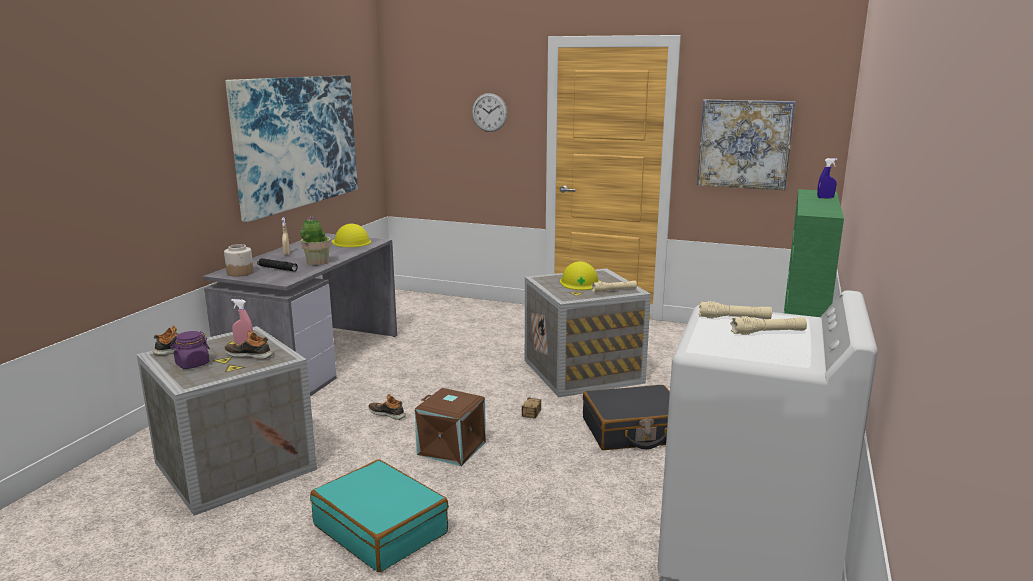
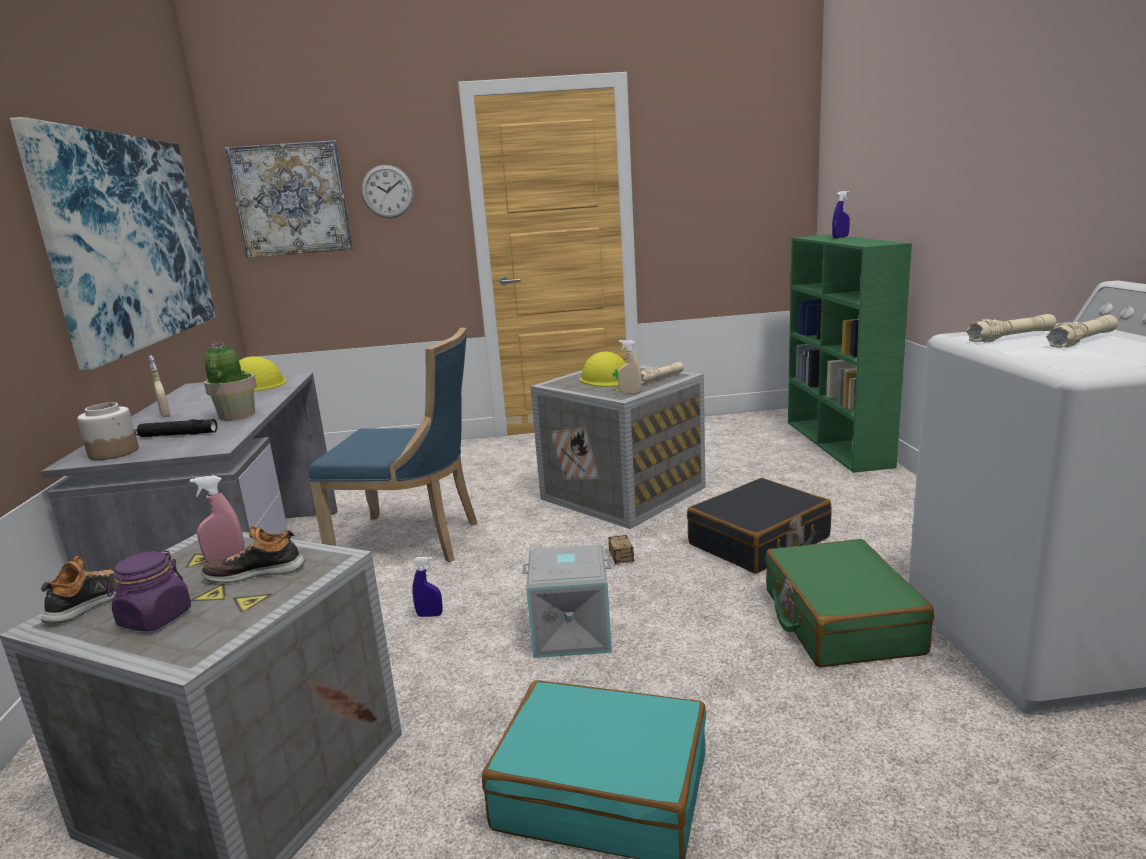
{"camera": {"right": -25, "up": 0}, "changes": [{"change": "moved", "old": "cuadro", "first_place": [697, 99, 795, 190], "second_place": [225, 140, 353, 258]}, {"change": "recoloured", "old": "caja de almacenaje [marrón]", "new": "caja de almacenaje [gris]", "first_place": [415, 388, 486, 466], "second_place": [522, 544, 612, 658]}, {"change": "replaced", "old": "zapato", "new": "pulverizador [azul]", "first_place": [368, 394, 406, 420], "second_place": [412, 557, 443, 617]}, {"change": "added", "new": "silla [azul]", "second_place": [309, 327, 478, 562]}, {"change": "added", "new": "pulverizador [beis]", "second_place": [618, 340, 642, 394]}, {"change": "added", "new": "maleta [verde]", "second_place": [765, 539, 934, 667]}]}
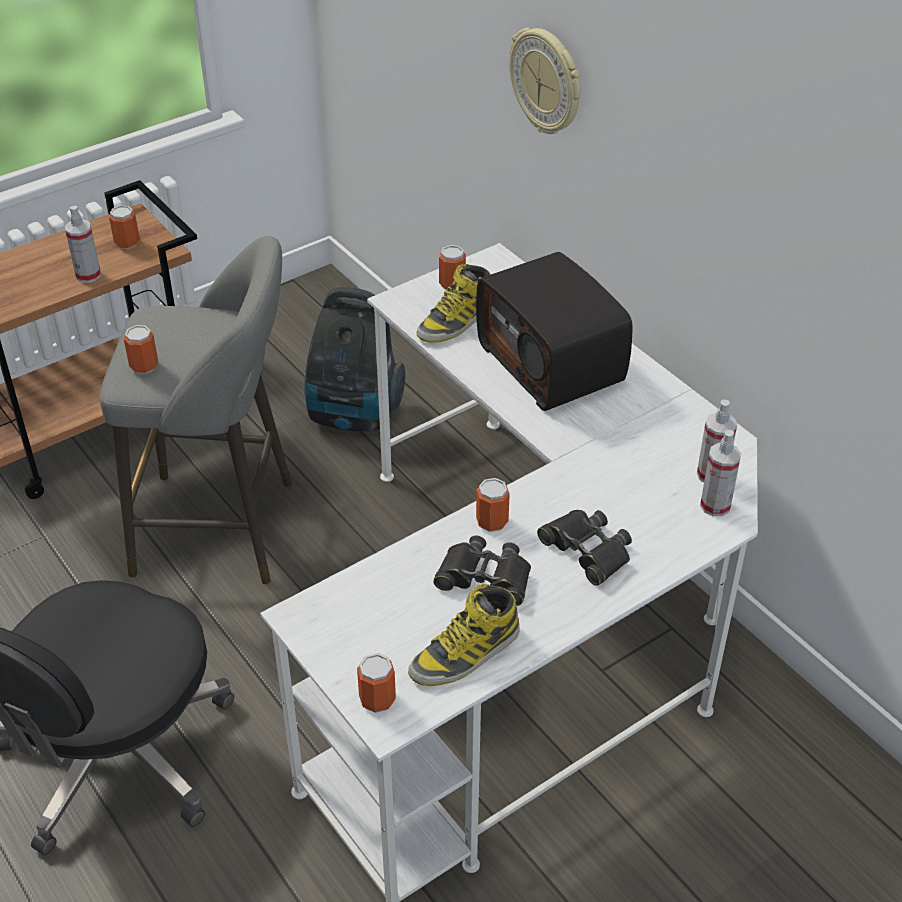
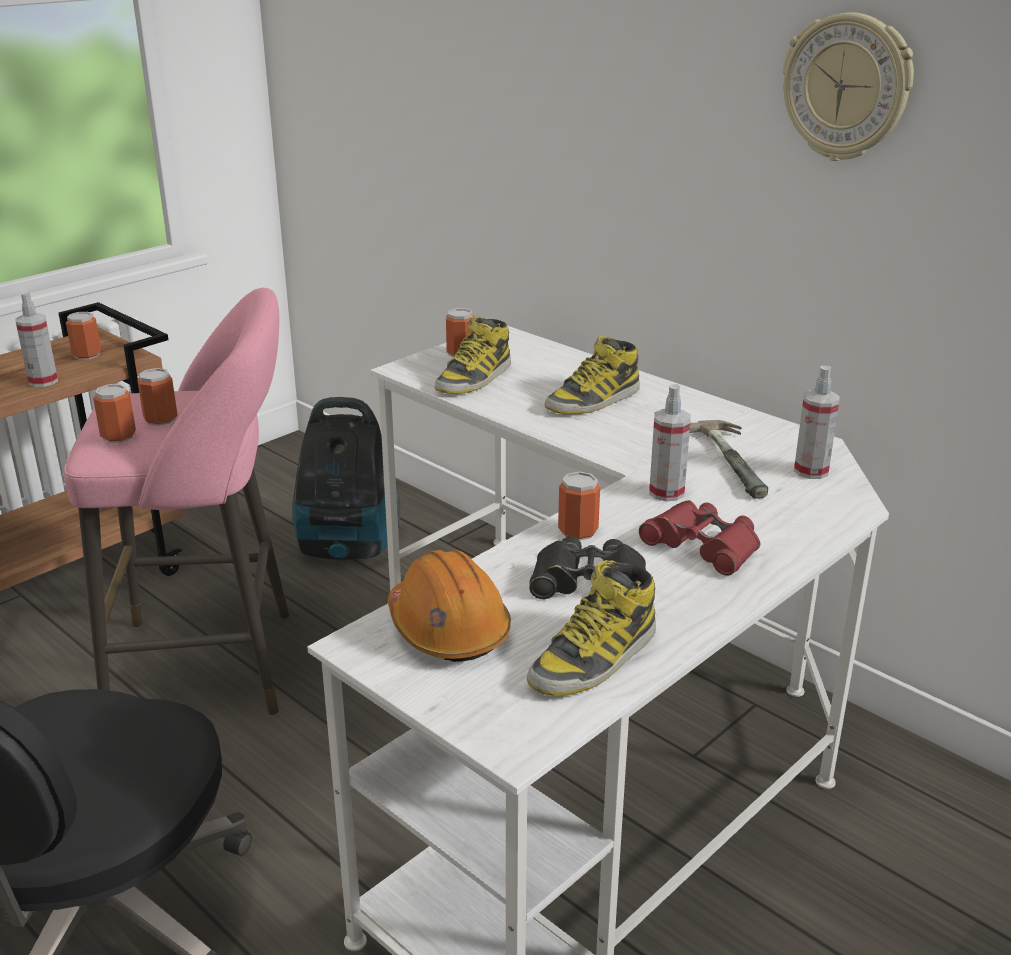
{"camera": {"right": -10, "up": -15}, "changes": [{"change": "moved", "old": "reloj de pared", "first_place": [509, 28, 580, 134], "second_place": [783, 12, 914, 161]}, {"change": "recoloured", "old": "taburete [gris]", "new": "taburete [rosa]", "first_place": [100, 236, 292, 584], "second_place": [64, 288, 289, 715]}, {"change": "replaced", "old": "radio", "new": "bota", "first_place": [476, 252, 632, 411], "second_place": [545, 336, 640, 414]}, {"change": "moved", "old": "pulverizador", "first_place": [700, 430, 741, 516], "second_place": [649, 384, 691, 502]}, {"change": "recoloured", "old": "prismáticos [negro]", "new": "prismáticos [rojo]", "first_place": [537, 510, 632, 586], "second_place": [639, 500, 760, 576]}, {"change": "moved", "old": "lata", "first_place": [357, 653, 396, 713], "second_place": [137, 368, 178, 426]}, {"change": "added", "new": "martillo", "second_place": [690, 420, 768, 499]}, {"change": "added", "new": "casco [naranja]", "second_place": [388, 550, 511, 662]}]}
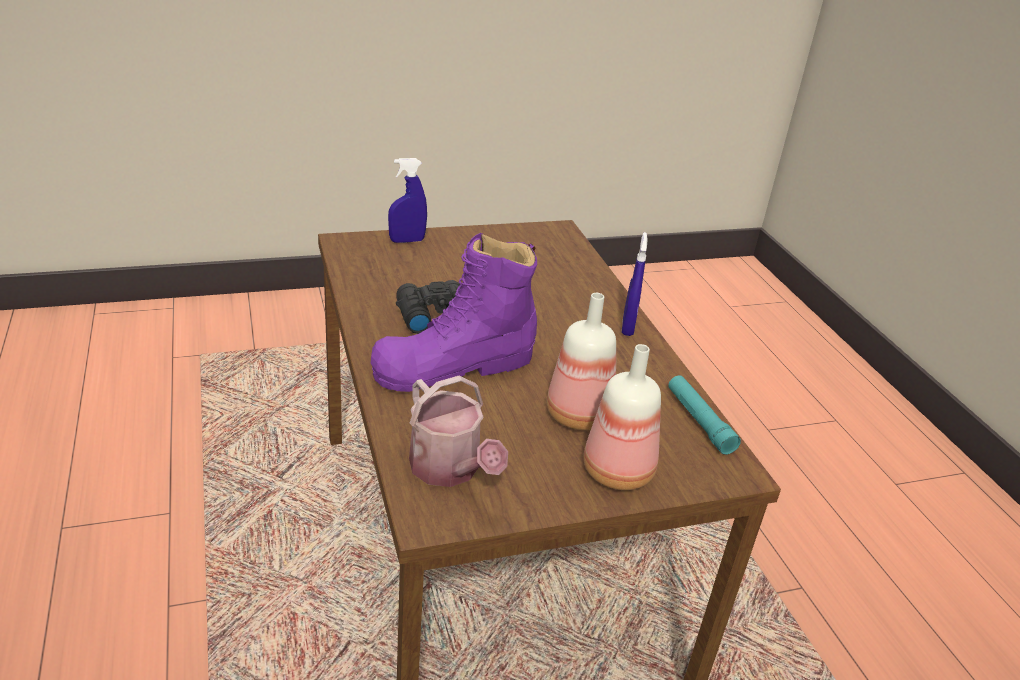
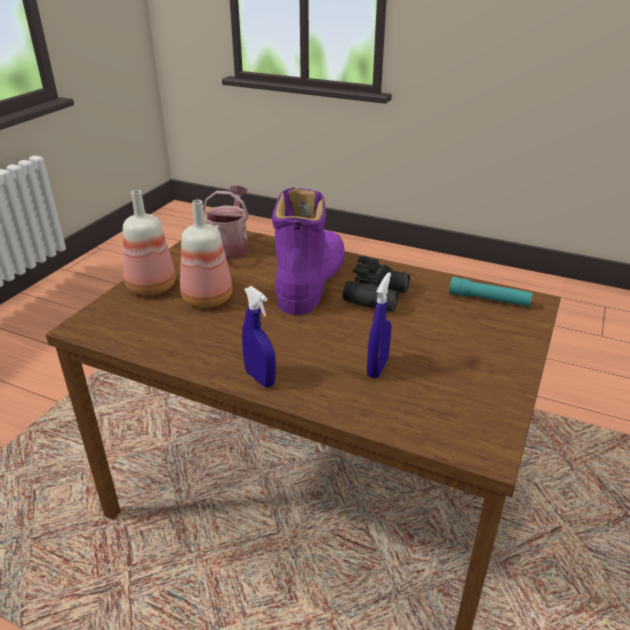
{"camera": {"right": 135, "up": 0}, "changes": [{"change": "moved", "old": "pulverizador [azul]", "first_place": [388, 158, 427, 243], "second_place": [367, 272, 391, 378]}, {"change": "moved", "old": "linterna [turquesa]", "first_place": [668, 375, 741, 455], "second_place": [449, 277, 533, 307]}, {"change": "turned", "old": "regadera", "first_place": [409, 376, 508, 487], "second_place": [203, 185, 249, 260], "degrees": 90}]}
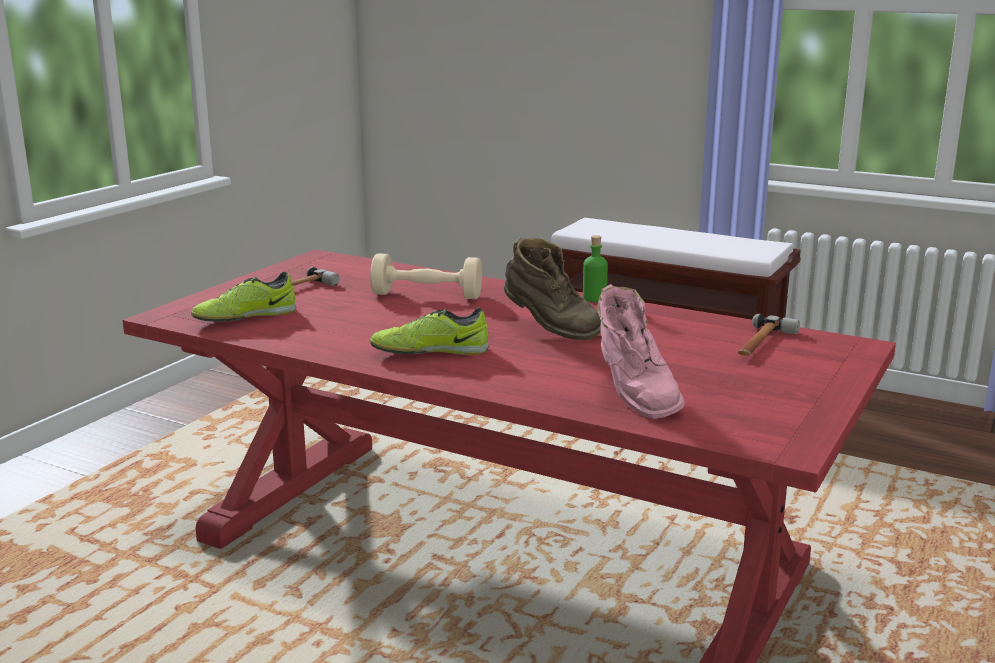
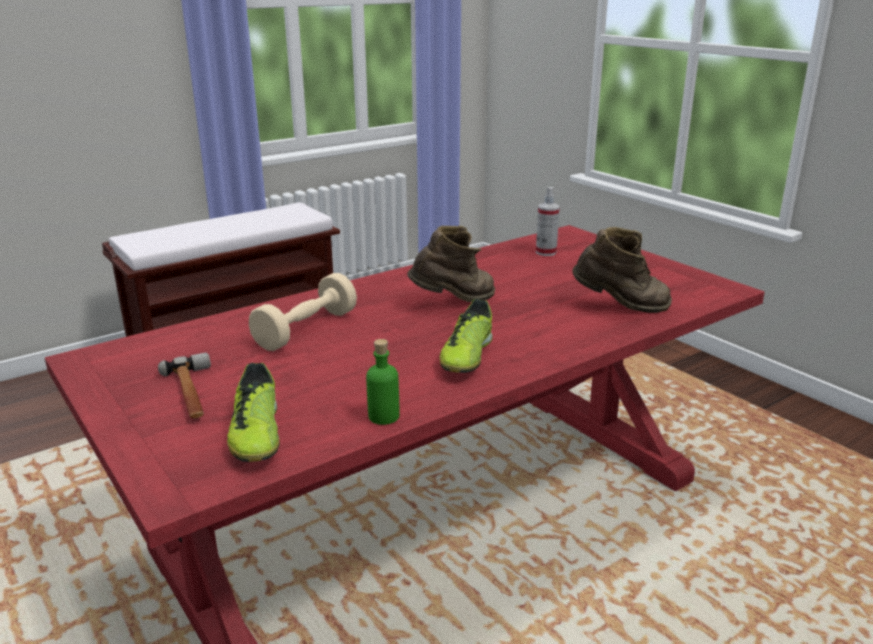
{"camera": {"right": -65, "up": 5}, "changes": [{"change": "moved", "old": "botella [verde]", "first_place": [583, 235, 608, 302], "second_place": [366, 339, 400, 425]}, {"change": "recoloured", "old": "bota [rosa]", "new": "bota [marrón]", "first_place": [597, 284, 685, 419], "second_place": [573, 227, 672, 313]}, {"change": "replaced", "old": "martillo", "new": "pulverizador", "first_place": [738, 314, 800, 356], "second_place": [536, 187, 560, 256]}]}
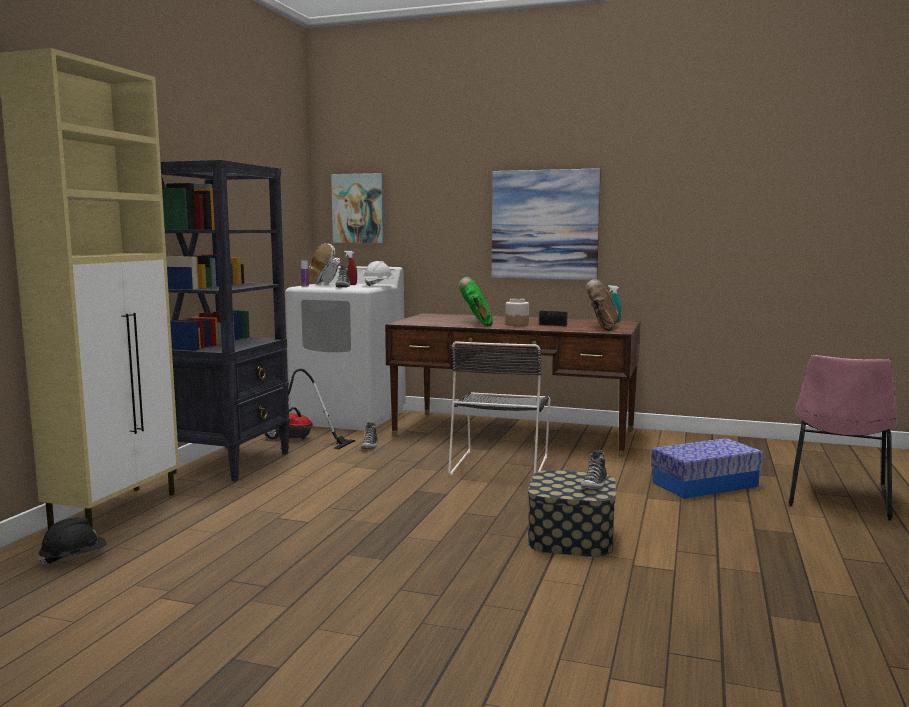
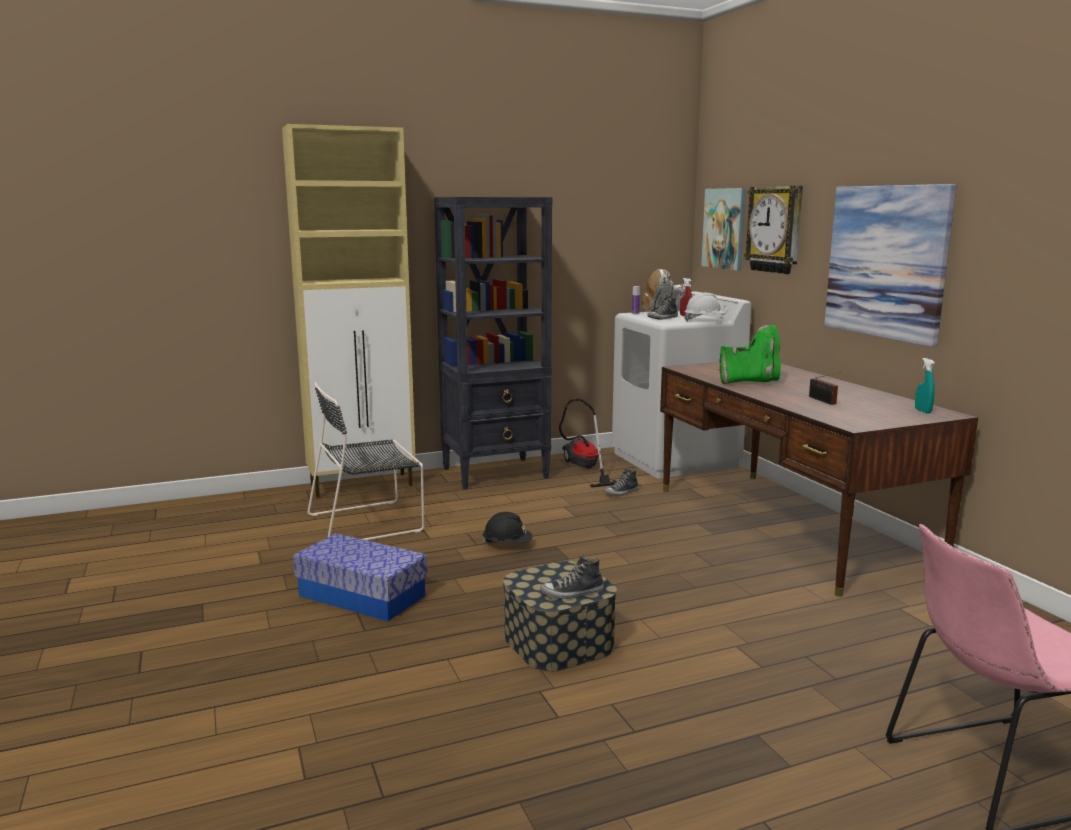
{"camera": {"right": 50, "up": 5}, "changes": [{"change": "turned", "old": "bota [verde]", "first_place": [459, 277, 493, 327], "second_place": [720, 325, 781, 384], "degrees": 45}, {"change": "removed", "old": "bota [marrón]", "first_place": [586, 279, 619, 331]}, {"change": "removed", "old": "tarro", "first_place": [505, 298, 529, 326]}, {"change": "moved", "old": "silla [negro]", "first_place": [448, 341, 550, 476], "second_place": [308, 382, 424, 540]}, {"change": "moved", "old": "caja de almacenaje", "first_place": [651, 438, 764, 499], "second_place": [293, 533, 428, 621]}, {"change": "moved", "old": "casco [negro]", "first_place": [38, 518, 107, 566], "second_place": [482, 512, 533, 544]}, {"change": "added", "new": "reloj de pared", "second_place": [744, 186, 803, 274]}]}
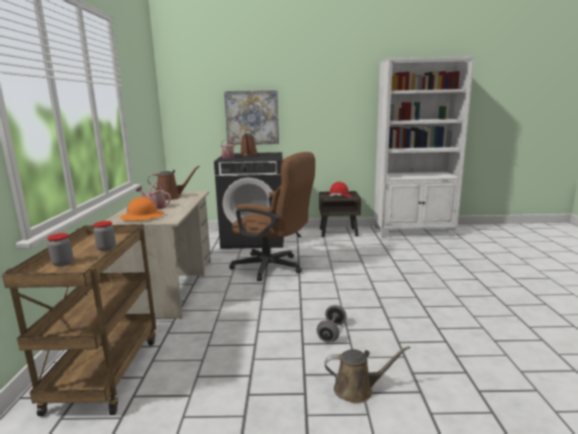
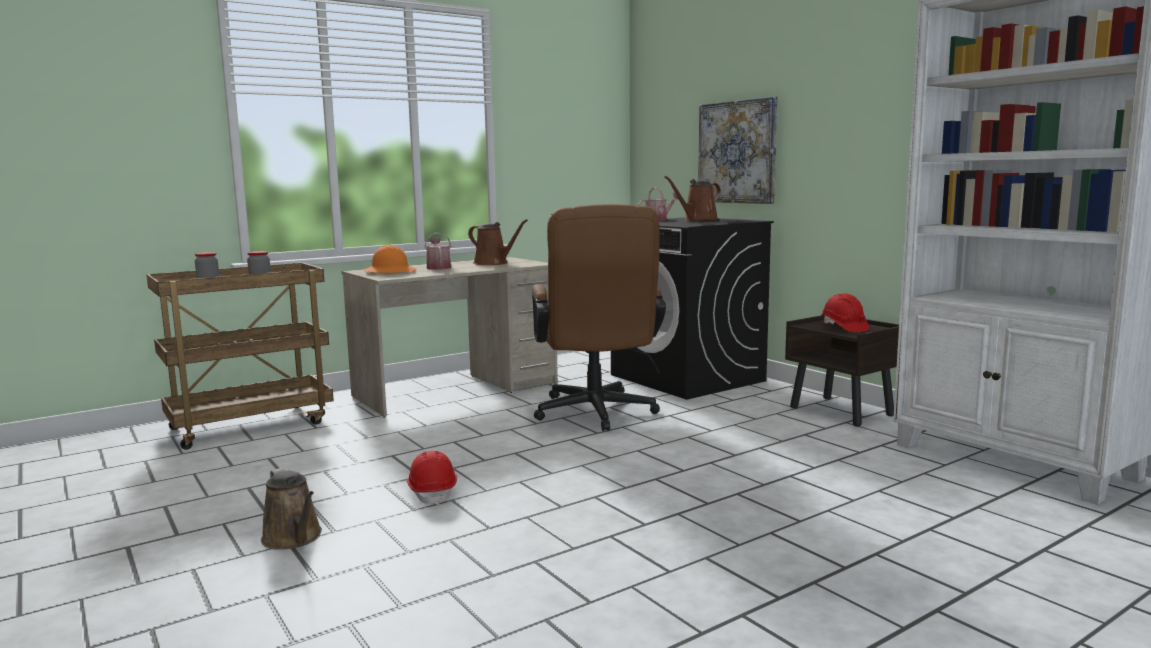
{"camera": {"right": 55, "up": -5}, "changes": [{"change": "replaced", "old": "mancuerna [gris]", "new": "casco [rojo]", "first_place": [317, 305, 347, 342], "second_place": [407, 451, 457, 506]}]}
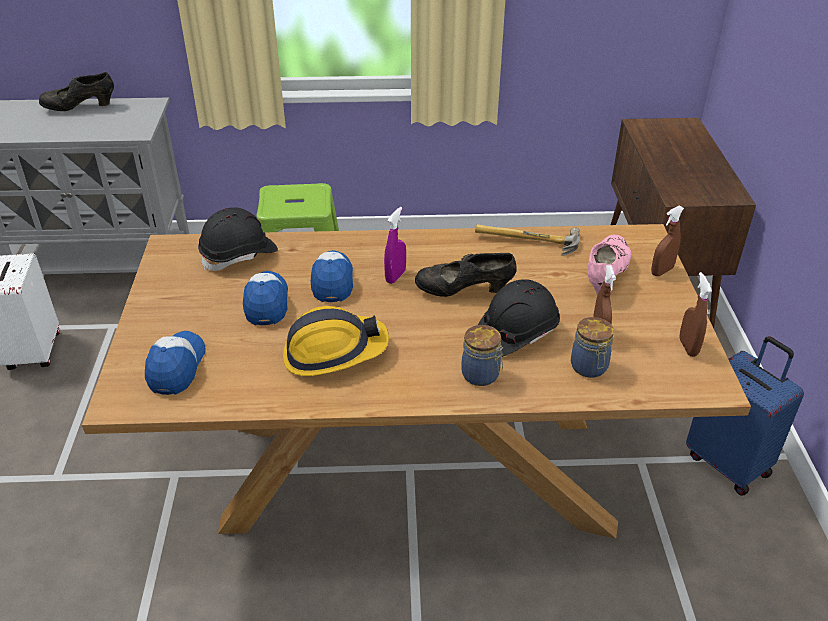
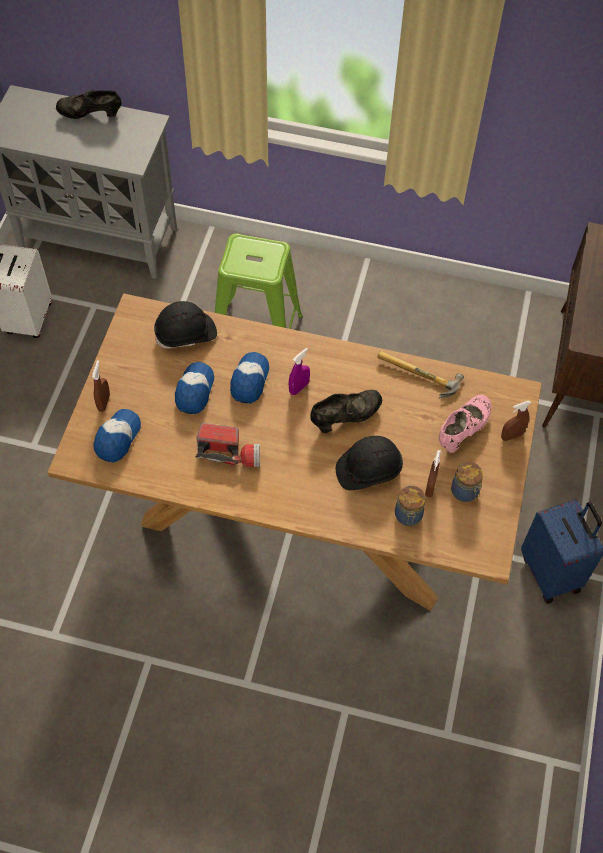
{"camera": {"right": 15, "up": 20}, "changes": [{"change": "turned", "old": "zapato [negro]", "first_place": [415, 253, 517, 297], "second_place": [310, 390, 382, 433], "degrees": 135}, {"change": "moved", "old": "pulverizador [marrón]", "first_place": [679, 272, 712, 357], "second_place": [92, 360, 110, 412]}, {"change": "replaced", "old": "casco", "new": "linterna", "first_place": [283, 306, 389, 376], "second_place": [196, 423, 260, 467]}, {"change": "moved", "old": "tarro", "first_place": [461, 325, 503, 386], "second_place": [451, 462, 483, 502]}]}
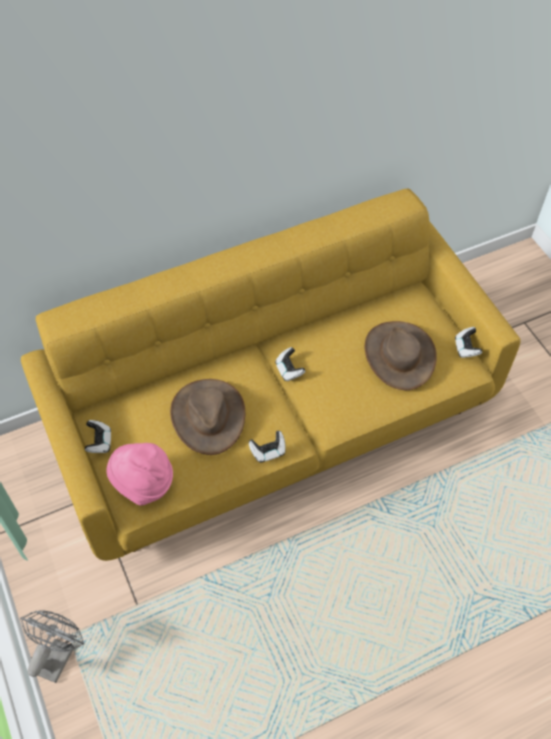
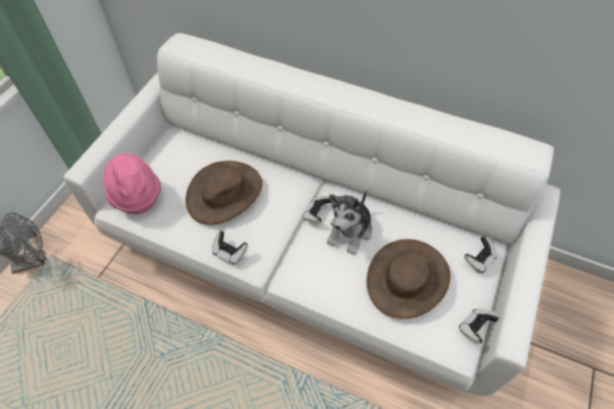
{"camera": {"right": 50, "up": 0}, "changes": [{"change": "recoloured", "old": "sofá [amarillo]", "new": "sofá [blanco]", "first_place": [21, 188, 521, 561], "second_place": [64, 33, 560, 396]}, {"change": "moved", "old": "mando de consola", "first_place": [85, 420, 111, 453], "second_place": [464, 237, 497, 273]}, {"change": "added", "new": "peluche", "second_place": [327, 190, 372, 255]}]}
